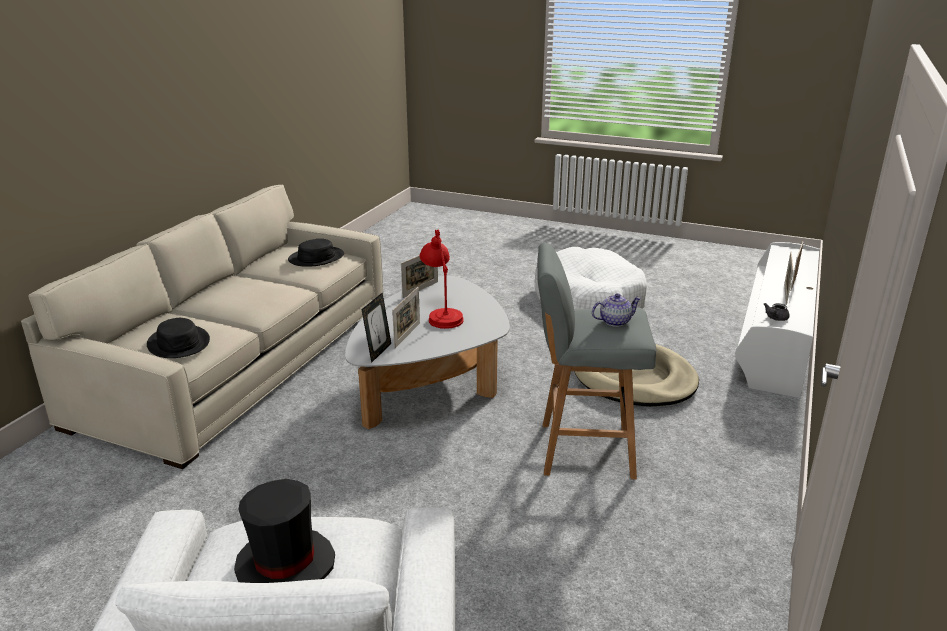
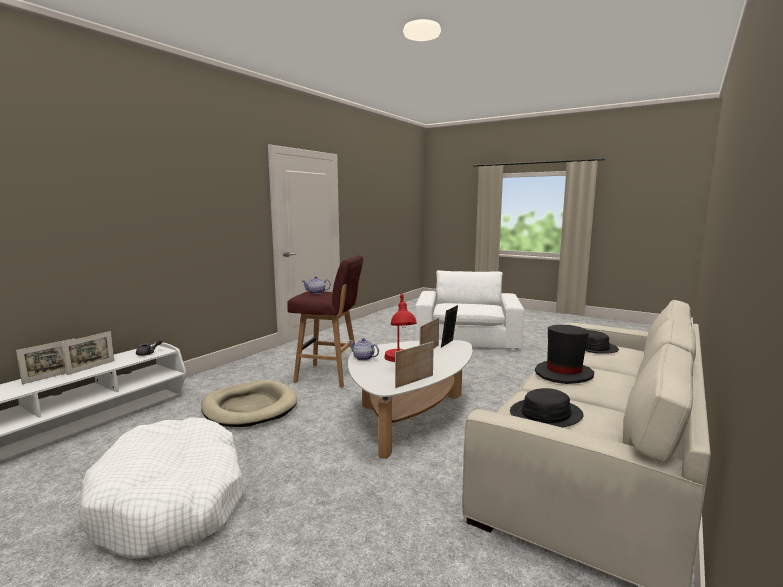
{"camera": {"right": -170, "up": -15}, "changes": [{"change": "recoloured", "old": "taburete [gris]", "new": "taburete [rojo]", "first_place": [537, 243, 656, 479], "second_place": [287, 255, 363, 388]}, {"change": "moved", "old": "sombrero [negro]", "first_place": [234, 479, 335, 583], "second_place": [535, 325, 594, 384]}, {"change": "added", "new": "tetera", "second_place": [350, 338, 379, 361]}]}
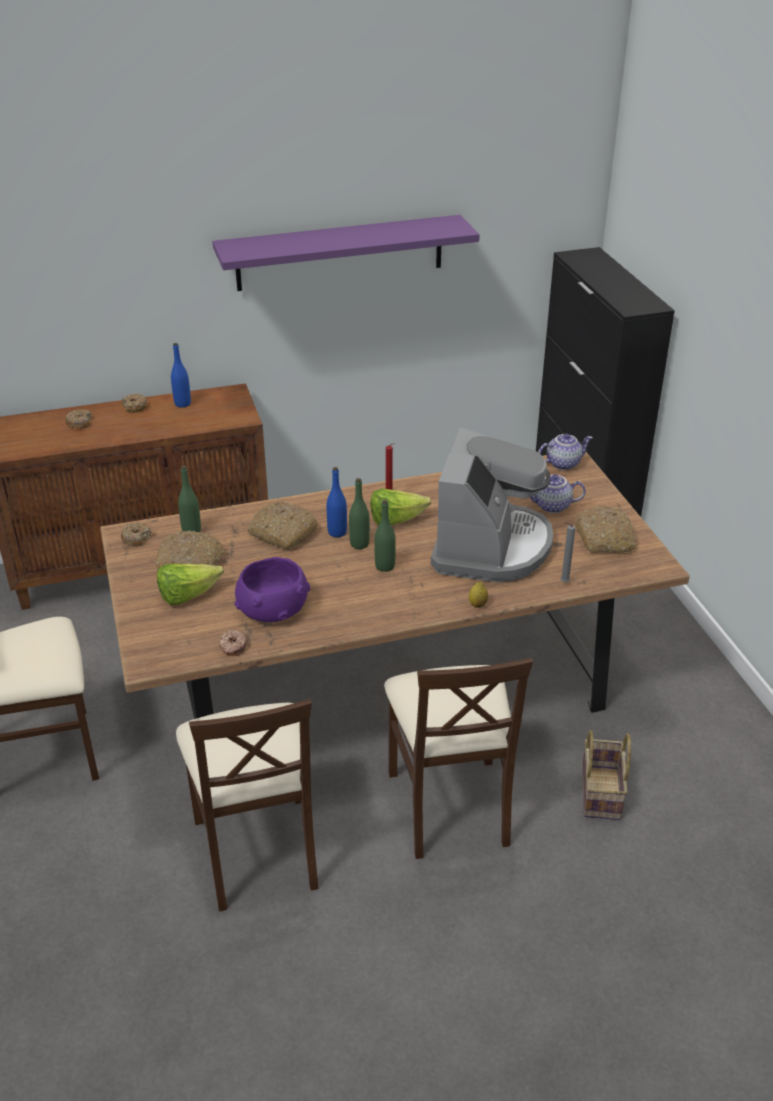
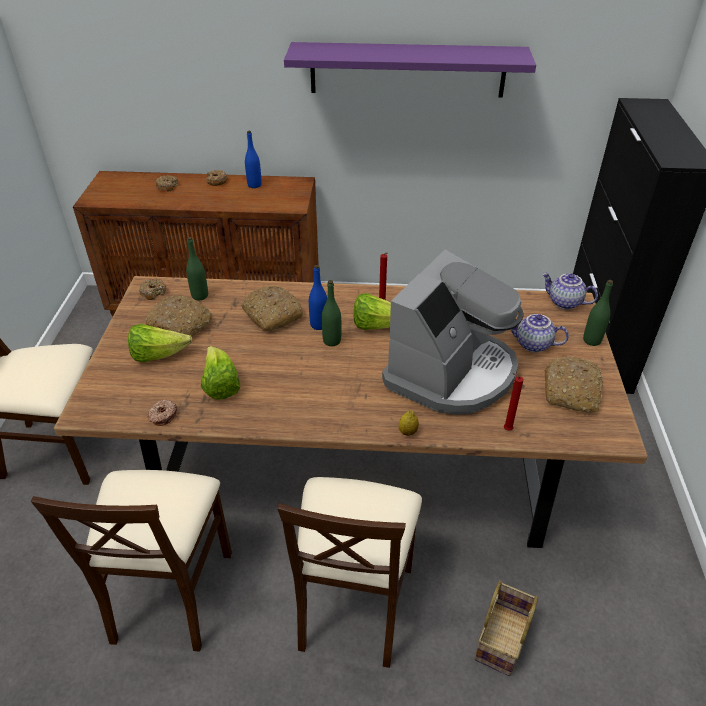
{"camera": {"right": 20, "up": 5}, "changes": [{"change": "turned", "old": "tetera", "first_place": [538, 433, 593, 470], "second_place": [542, 273, 598, 310], "degrees": -150}, {"change": "moved", "old": "botella [verde]", "first_place": [374, 499, 396, 572], "second_place": [583, 280, 613, 346]}, {"change": "recoloured", "old": "vela [gris]", "new": "vela [rojo]", "first_place": [561, 522, 575, 582], "second_place": [504, 373, 524, 431]}, {"change": "replaced", "old": "cuenco [morado]", "new": "lechuga", "first_place": [235, 557, 310, 622], "second_place": [201, 346, 240, 400]}]}
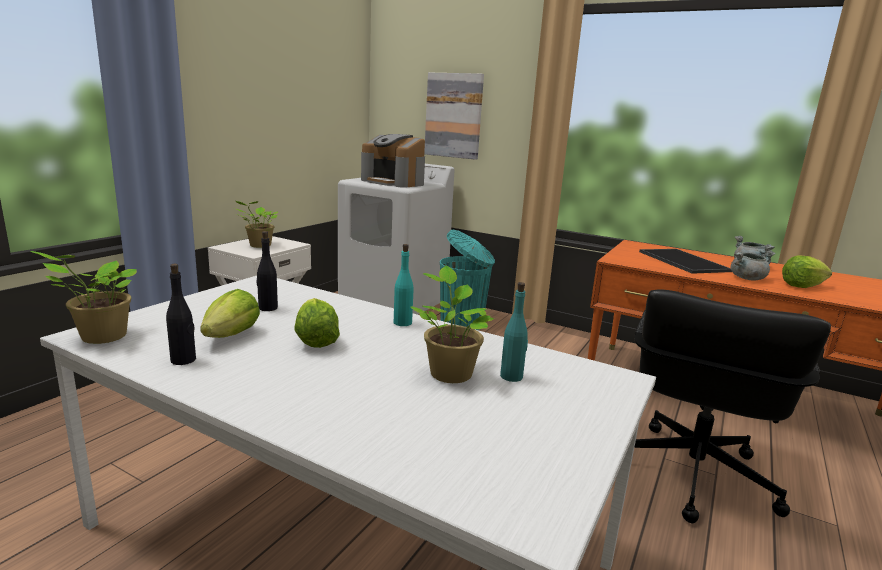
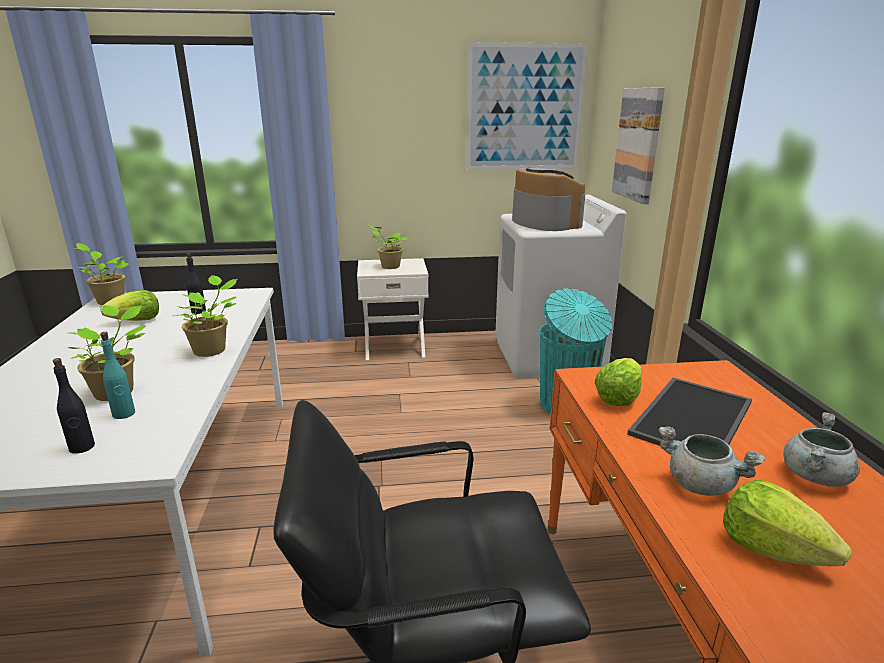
{"camera": {"right": 55, "up": 5}, "changes": [{"change": "turned", "old": "cafetera", "first_place": [361, 134, 425, 188], "second_place": [512, 167, 585, 231], "degrees": 150}, {"change": "replaced", "old": "botella [turquesa]", "new": "planta en maceta", "first_place": [394, 244, 414, 326], "second_place": [174, 275, 237, 357]}, {"change": "moved", "old": "botella [negro]", "first_place": [166, 264, 196, 365], "second_place": [53, 358, 95, 454]}, {"change": "moved", "old": "lechuga", "first_place": [294, 298, 340, 348], "second_place": [594, 358, 641, 406]}, {"change": "added", "new": "cuadro", "second_place": [466, 42, 588, 170]}]}
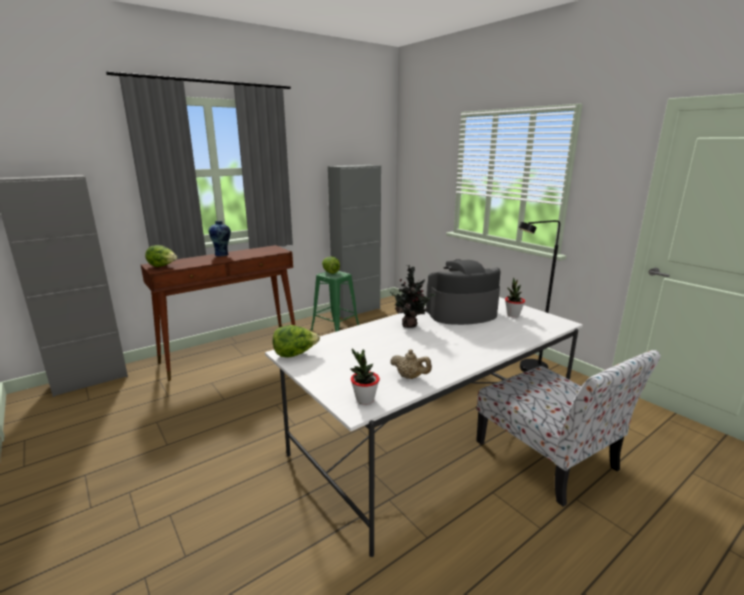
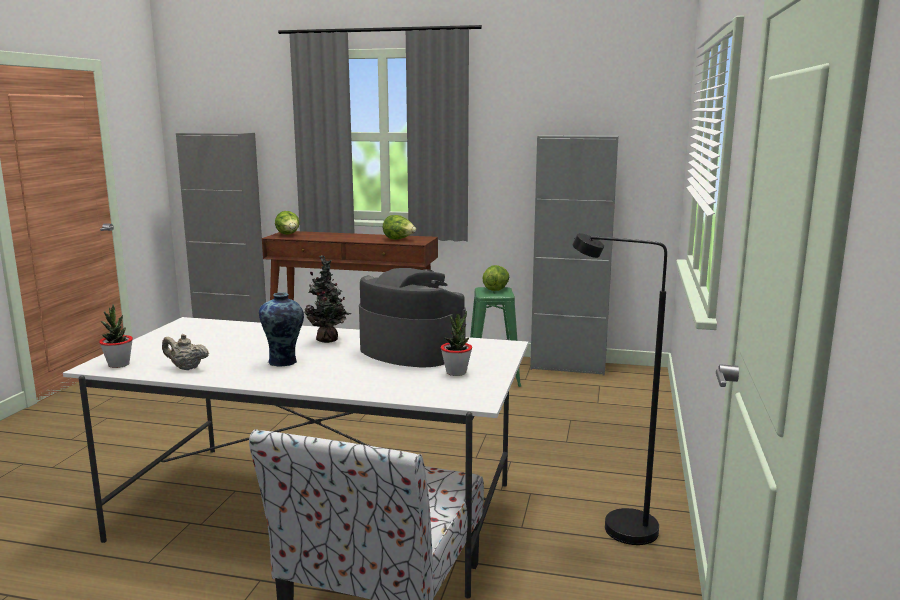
{"camera": {"right": 50, "up": -5}, "changes": [{"change": "moved", "old": "florero", "first_place": [209, 221, 231, 256], "second_place": [259, 292, 304, 367]}, {"change": "moved", "old": "lechuga", "first_place": [273, 325, 320, 358], "second_place": [383, 215, 416, 240]}, {"change": "turned", "old": "tetera [beis]", "first_place": [390, 349, 432, 379], "second_place": [162, 334, 209, 370], "degrees": 120}]}
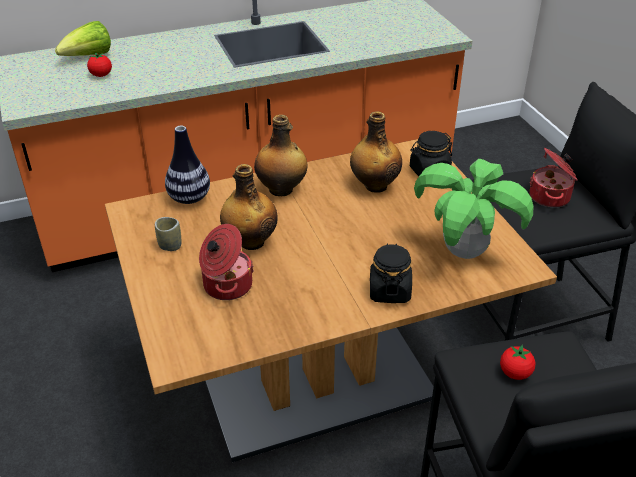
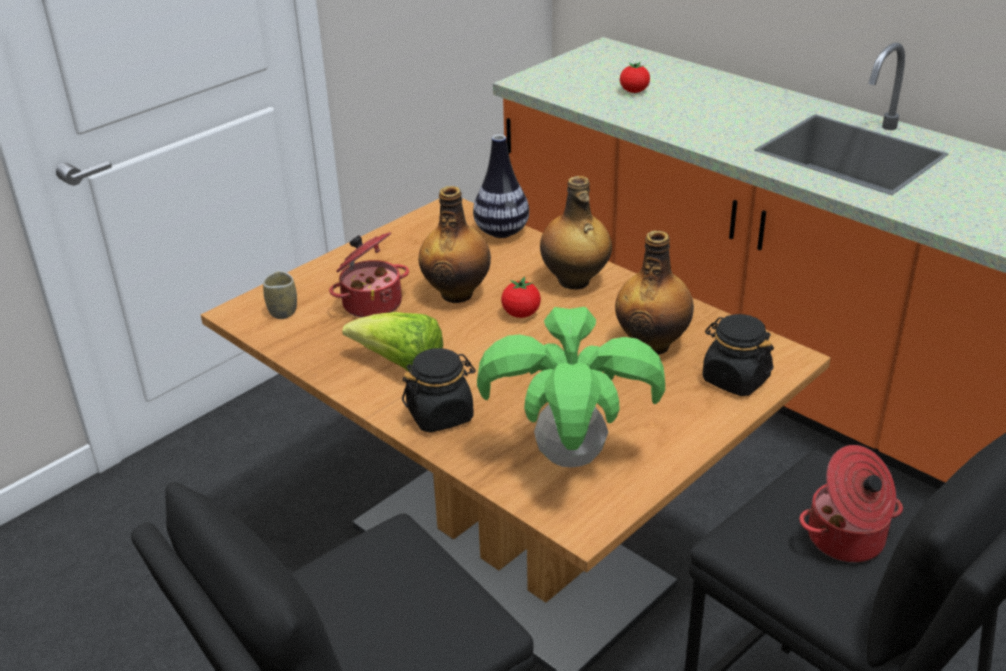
{"camera": {"right": 65, "up": -5}, "changes": [{"change": "moved", "old": "lechuga", "first_place": [55, 21, 111, 56], "second_place": [342, 312, 443, 372]}, {"change": "moved", "old": "taza", "first_place": [155, 217, 181, 251], "second_place": [263, 271, 297, 319]}, {"change": "moved", "old": "tomate", "first_place": [500, 345, 536, 380], "second_place": [501, 277, 541, 318]}]}
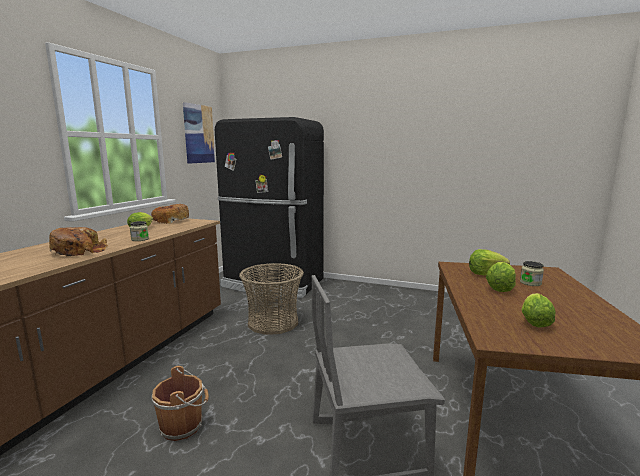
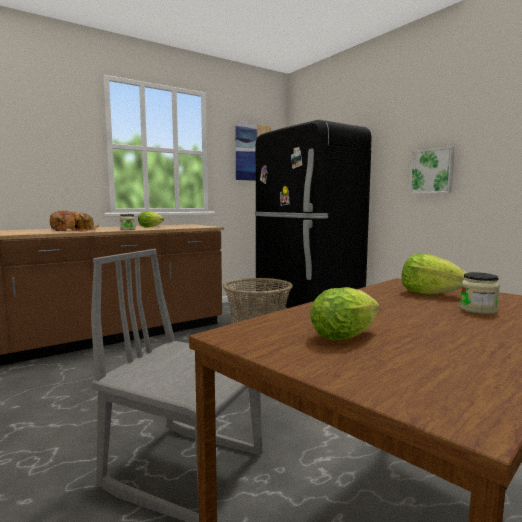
{"camera": {"right": 35, "up": -5}, "changes": [{"change": "removed", "old": "pan", "first_place": [151, 204, 189, 224]}, {"change": "removed", "old": "lechuga", "first_place": [486, 262, 516, 292]}, {"change": "removed", "old": "cubo [marrón]", "first_place": [152, 366, 209, 441]}, {"change": "added", "new": "cuadro", "second_place": [409, 146, 455, 194]}]}
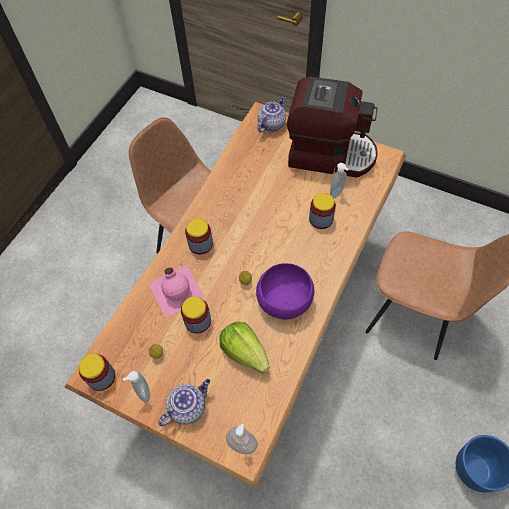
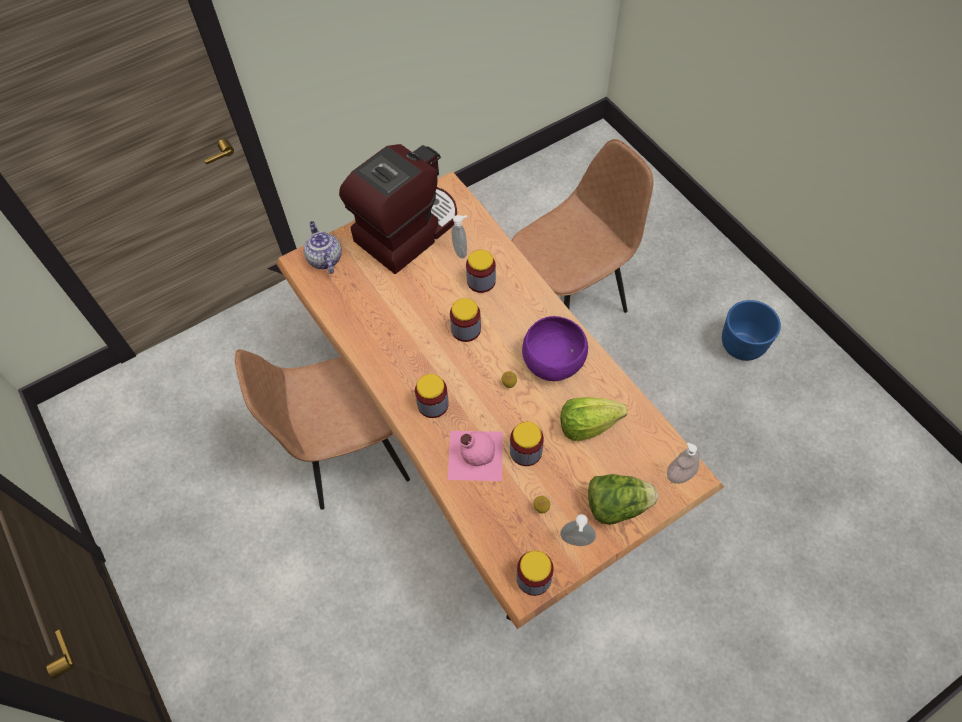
{"camera": {"right": -60, "up": 0}, "changes": [{"change": "replaced", "old": "tetera", "new": "lechuga", "first_place": [158, 379, 210, 426], "second_place": [588, 474, 658, 525]}, {"change": "added", "new": "tarro", "second_place": [450, 298, 481, 342]}]}
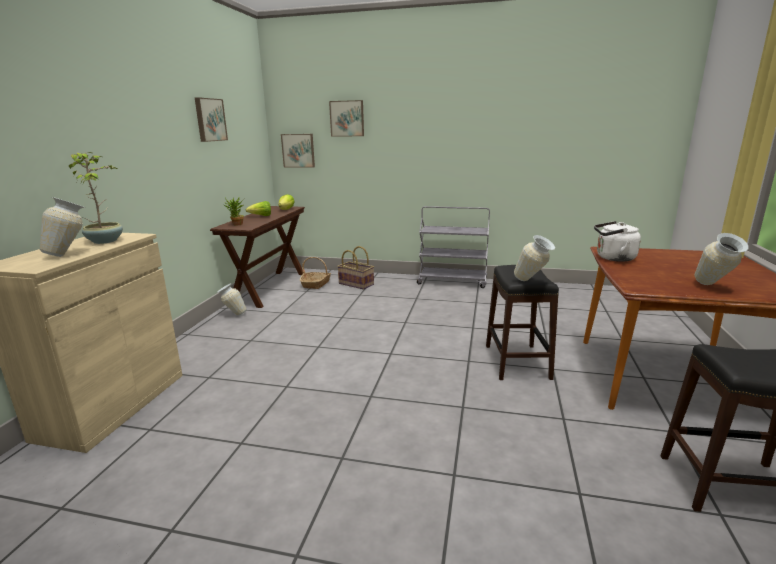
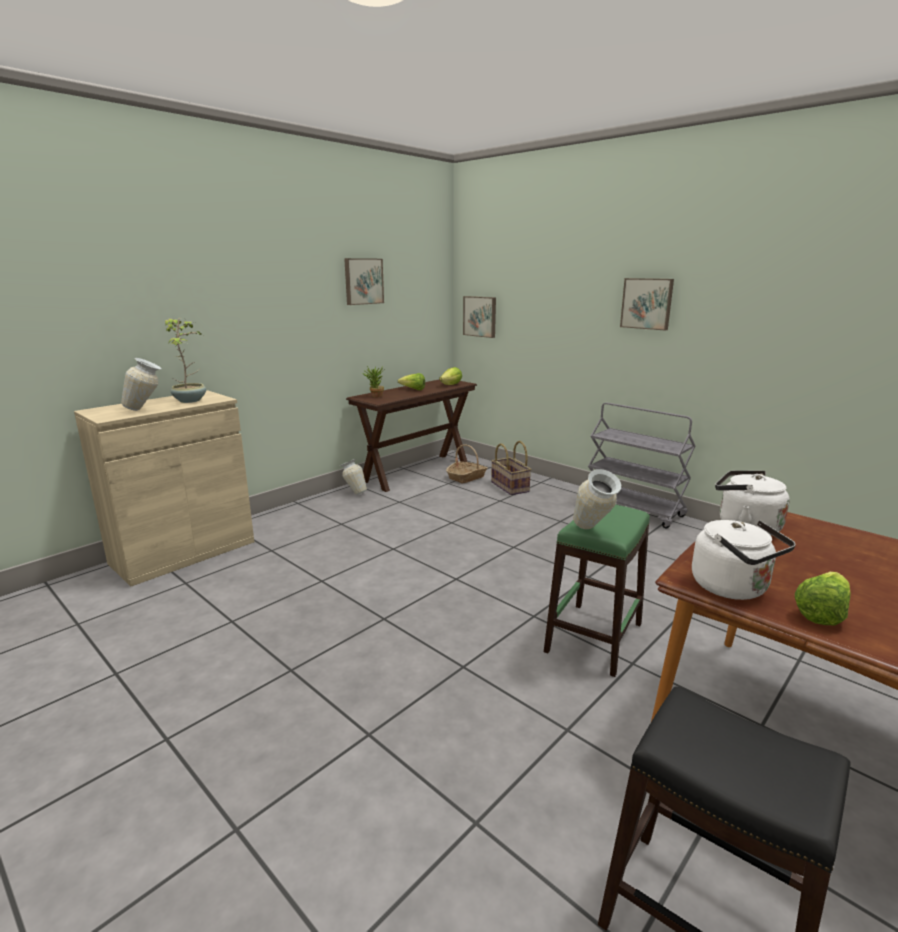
{"camera": {"right": 30, "up": 0}, "changes": [{"change": "moved", "old": "cuadro", "first_place": [329, 100, 364, 137], "second_place": [620, 278, 674, 330]}, {"change": "replaced", "old": "florero", "new": "lechuga", "first_place": [695, 233, 748, 285], "second_place": [795, 572, 851, 625]}, {"change": "recoloured", "old": "taburete [negro]", "new": "taburete [verde]", "first_place": [486, 265, 559, 380], "second_place": [544, 505, 650, 677]}, {"change": "added", "new": "hervidor [blanco]", "second_place": [692, 520, 796, 600]}]}
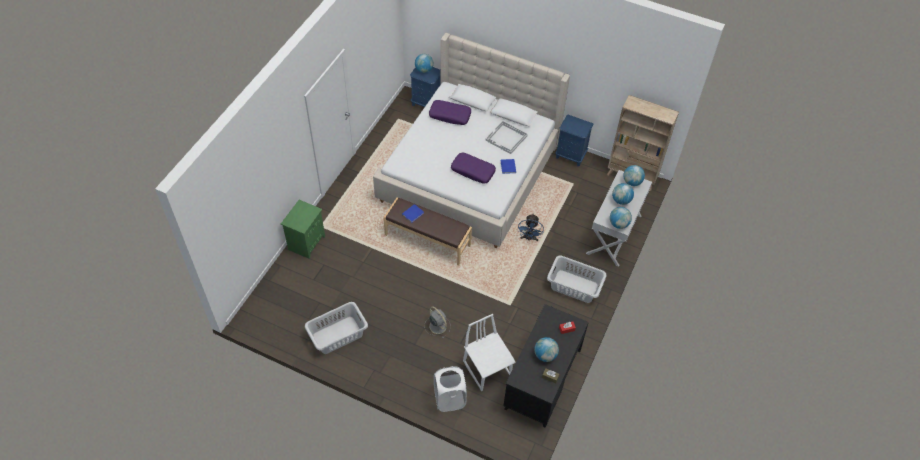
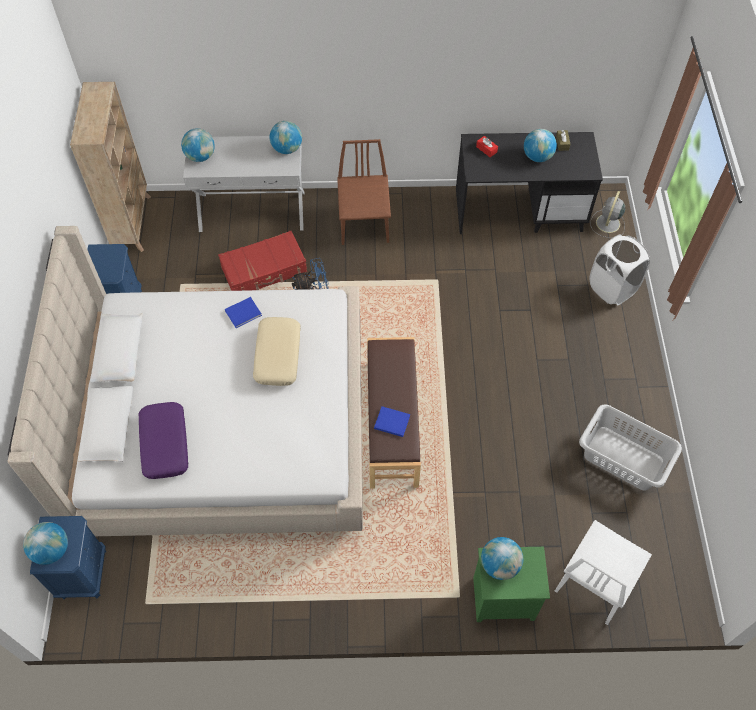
{"camera": {"right": -115, "up": 5}, "changes": [{"change": "removed", "old": "bandeja [blanco]", "first_place": [485, 121, 528, 154]}, {"change": "recoloured", "old": "cojín [morado]", "new": "cojín [beis]", "first_place": [451, 153, 496, 184], "second_place": [253, 317, 301, 386]}, {"change": "moved", "old": "globo terráqueo", "first_place": [612, 183, 634, 205], "second_place": [481, 537, 523, 580]}, {"change": "replaced", "old": "cesto de la ropa [gris]", "new": "silla [marrón]", "first_place": [547, 256, 607, 303], "second_place": [337, 139, 391, 245]}, {"change": "moved", "old": "ventilador [gris]", "first_place": [424, 306, 451, 338], "second_place": [591, 191, 625, 238]}, {"change": "moved", "old": "silla [blanco]", "first_place": [463, 314, 516, 391], "second_place": [555, 520, 652, 625]}, {"change": "added", "new": "maleta [rojo]", "second_place": [218, 231, 307, 291]}]}
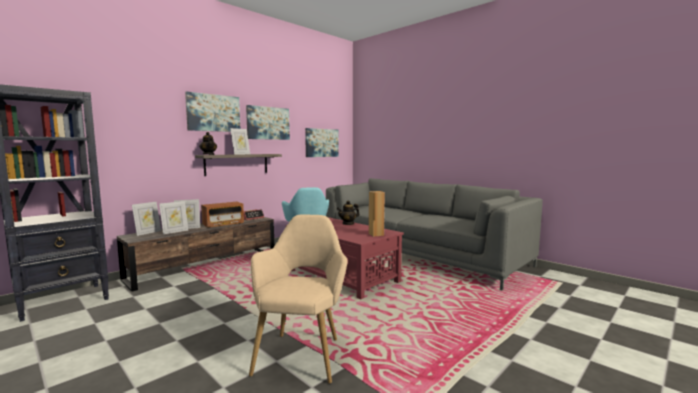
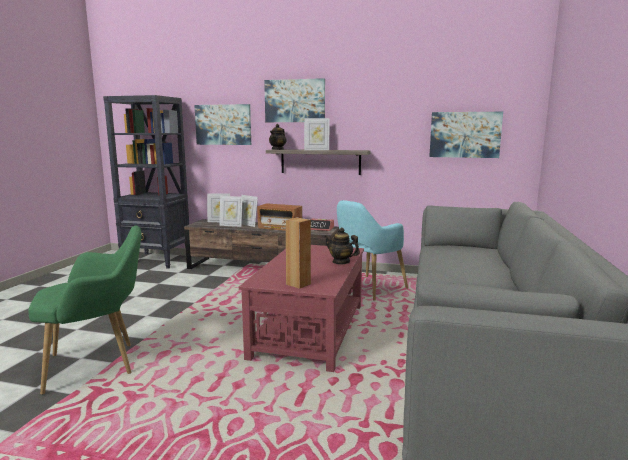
{"camera": {"right": 60, "up": 5}, "changes": [{"change": "moved", "old": "cuadro", "first_place": [246, 105, 290, 140], "second_place": [194, 104, 251, 145]}, {"change": "recoloured", "old": "sillón [beis]", "new": "sillón [verde]", "first_place": [249, 214, 347, 383], "second_place": [28, 226, 141, 395]}]}
